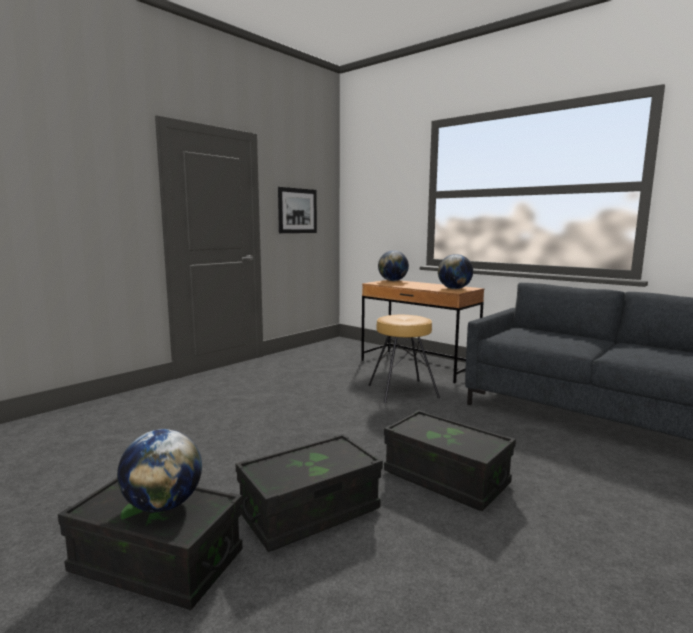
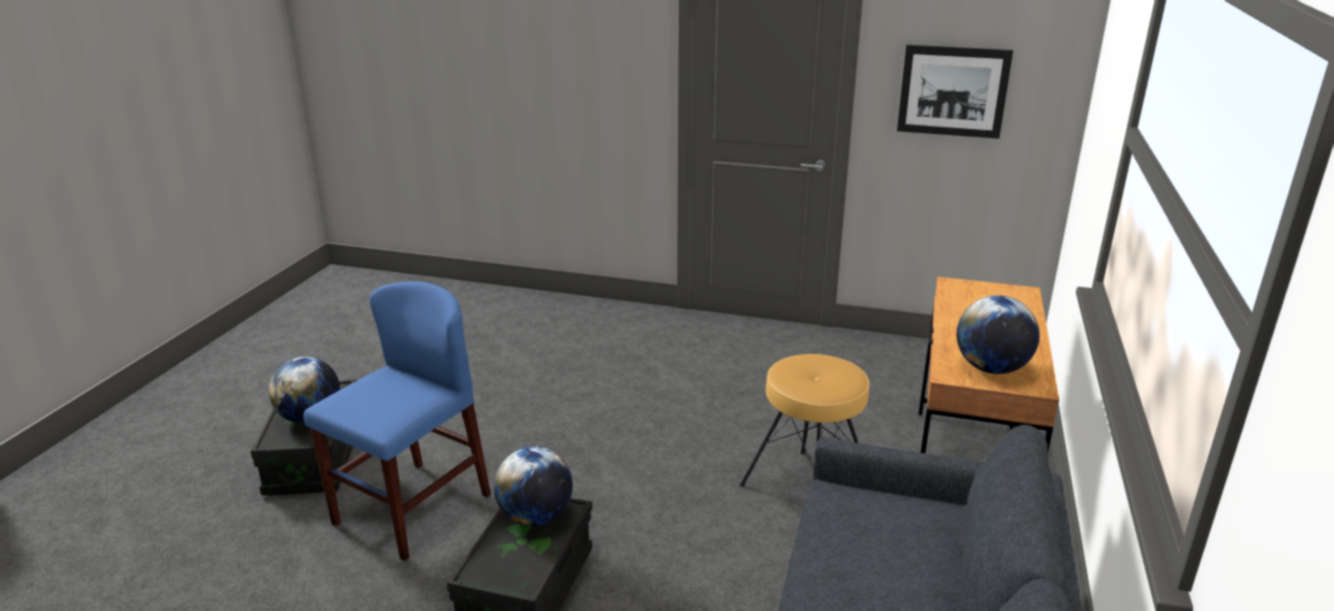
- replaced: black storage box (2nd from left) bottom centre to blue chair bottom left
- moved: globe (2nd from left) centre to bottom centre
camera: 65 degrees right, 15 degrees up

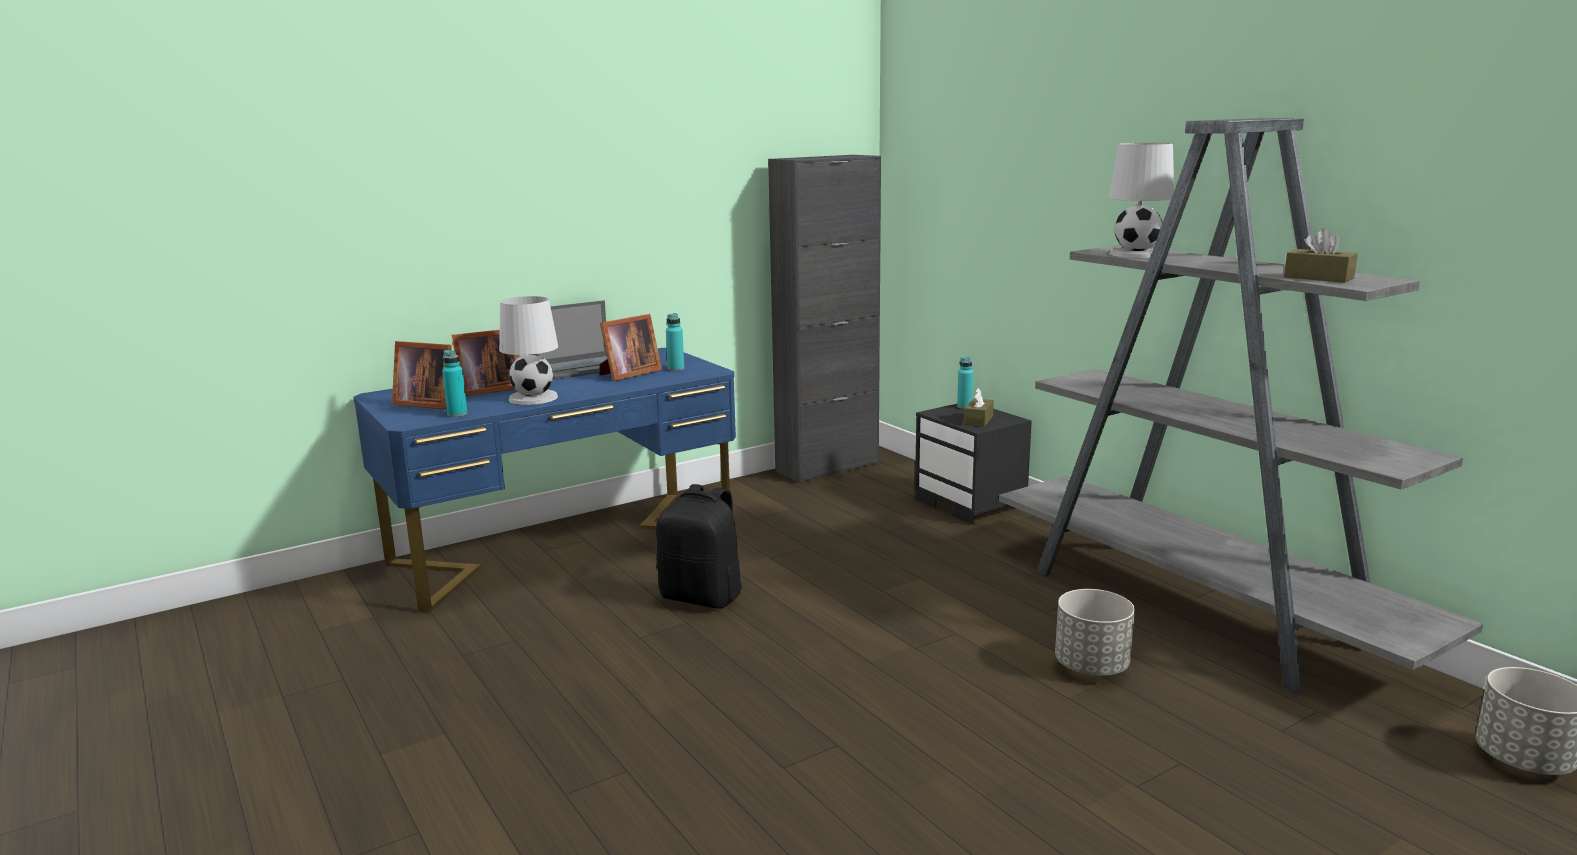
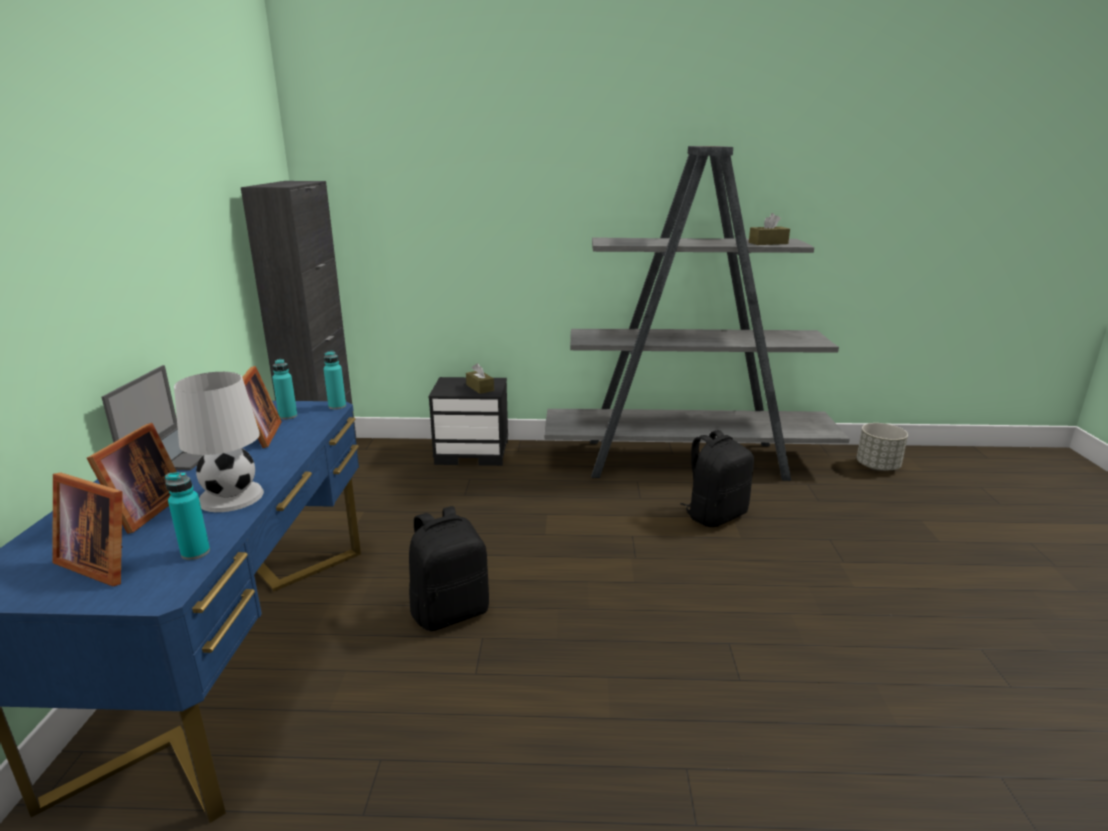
- turned: picture frame (1st from left) middle left = middle left 60 degrees clockwise
- moved: turquoise bottle (3rd from left) centre to middle left
- replaced: grey planter (1st from left) bottom right to black backpack (2nd from left) centre
- removed: white table lamp (2nd from left) top right
camera: 55 degrees left, 5 degrees up

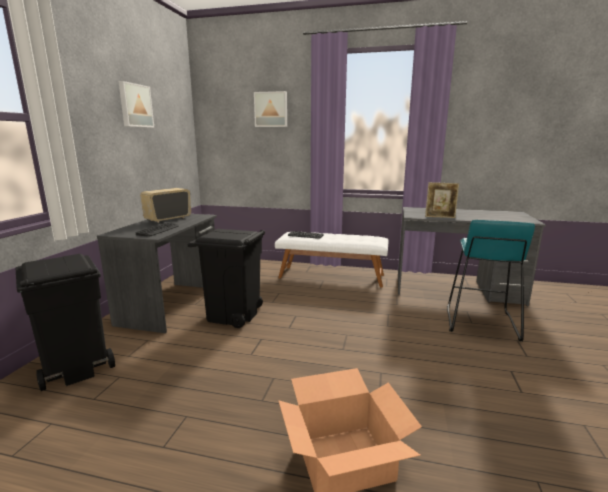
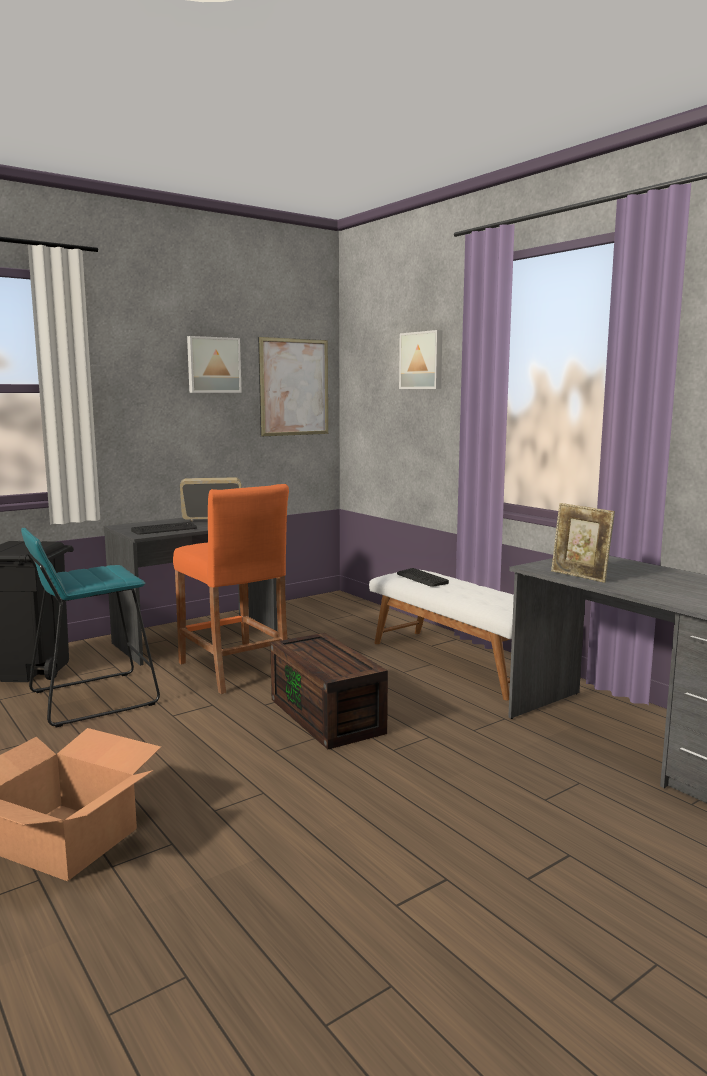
- replaced: black trash can (2nd from left) centre to orange stool middle left
- moved: turquoise stool middle right to middle left
- added: picture (2nd from left) centre
- added: brown storage box centre
camera: 40 degrees right, 5 degrees down

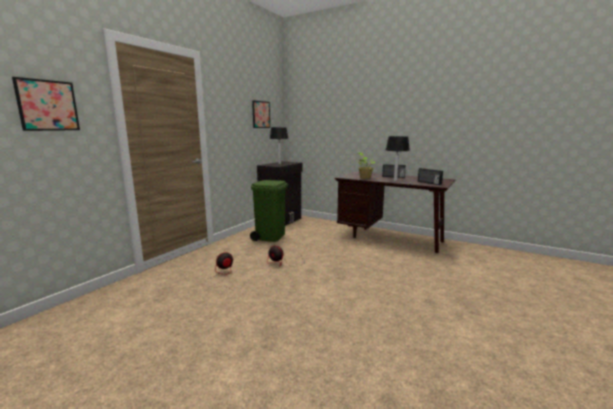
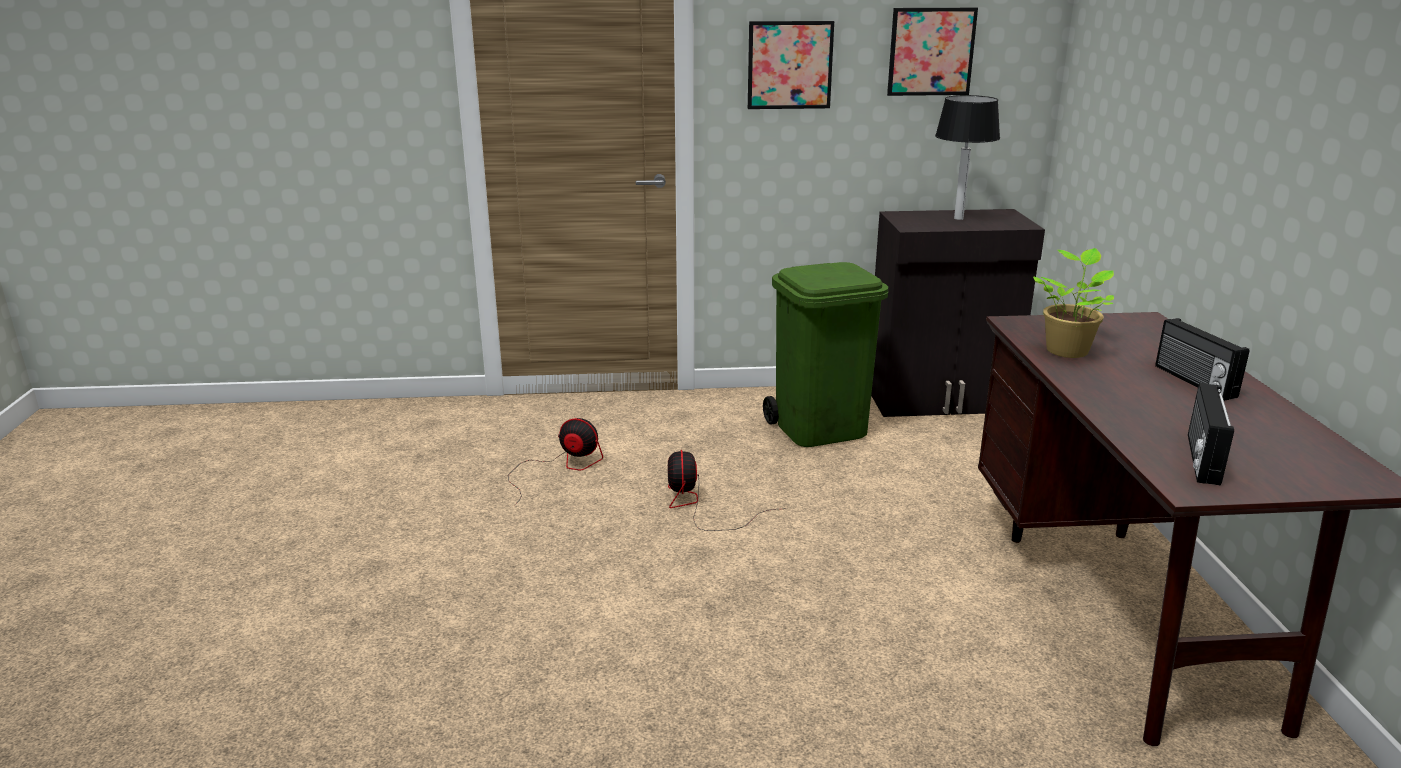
- moved: picture (1st from left) top left to top centre
- removed: table lamp (2nd from left) centre
camera: 55 degrees right, 10 degrees up

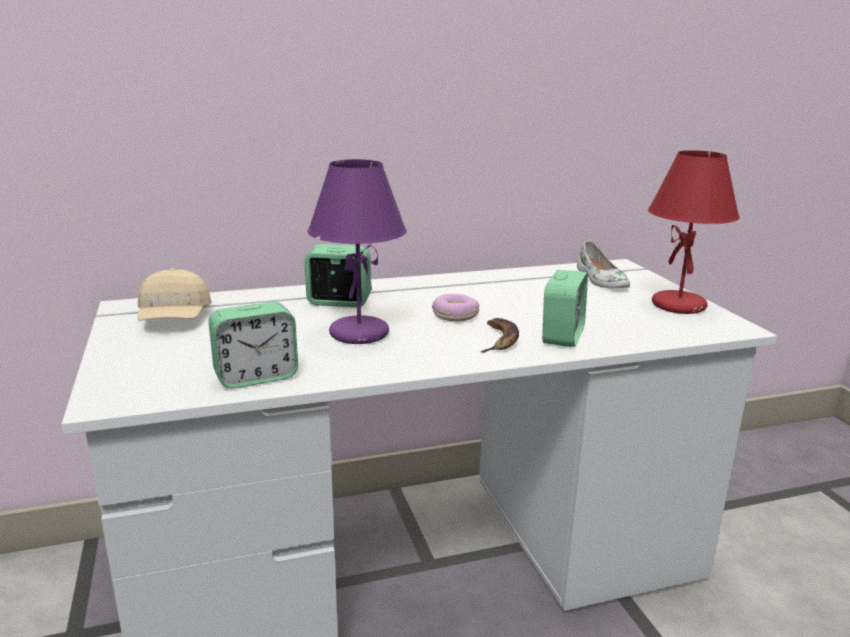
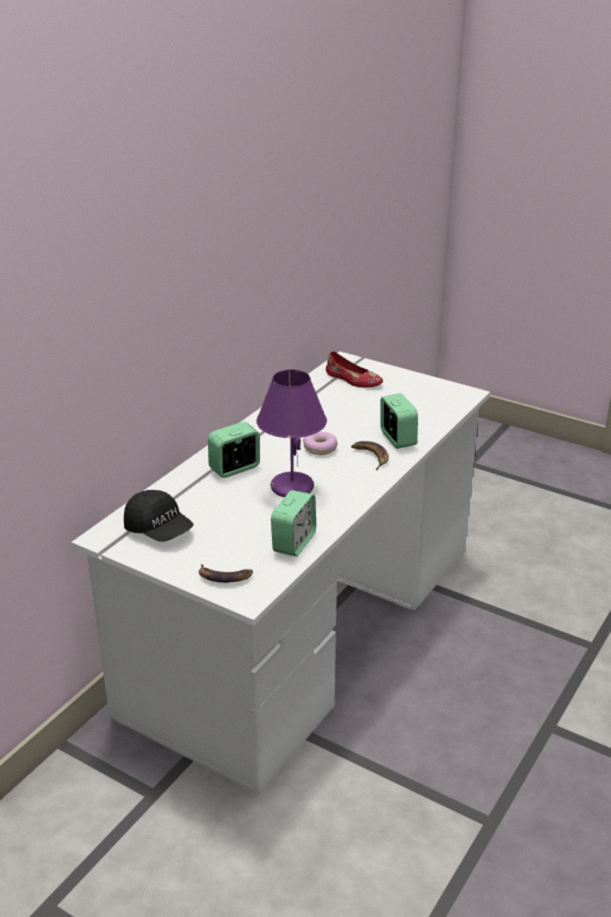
- recoloured: beige cap middle left to black cap middle left
- recoloured: white shoe middle right to red shoe centre
- removed: red table lamp middle right
- added: banana (1st from left) centre
camera: 40 degrees left, 10 degrees up

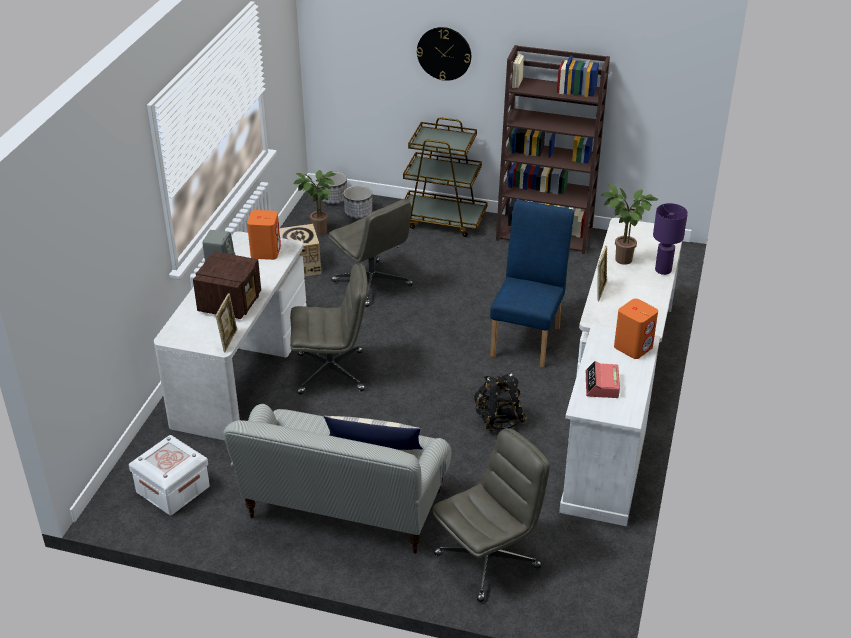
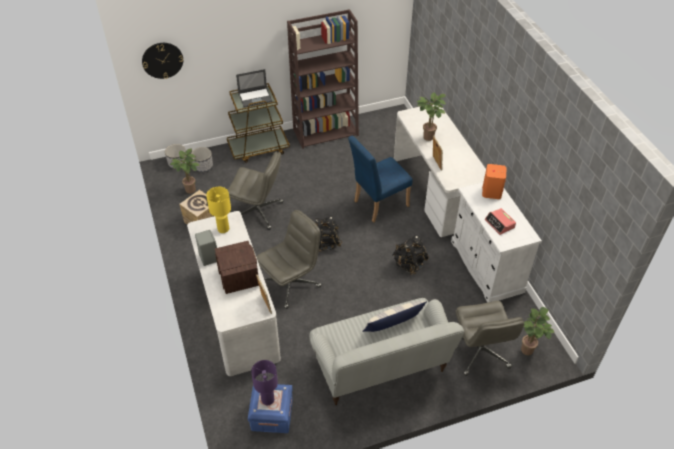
- recoloured: white storage box bottom left to blue storage box bottom centre
- replaced: orange speaker (1st from left) middle left to yellow table lamp middle left
- moved: wall clock top centre to top left
- turned: grey office chair (3rd from left) bottom centre = bottom right 150 degrees clockwise
- turned: blue chair centre = centre 105 degrees counterclockwise
- moved: purple table lamp middle right to bottom centre
- added: laptop top centre
- added: black backpack (1st from left) centre
- added: potted plant (3rd from left) bottom right
camera: 35 degrees left, 10 degrees up

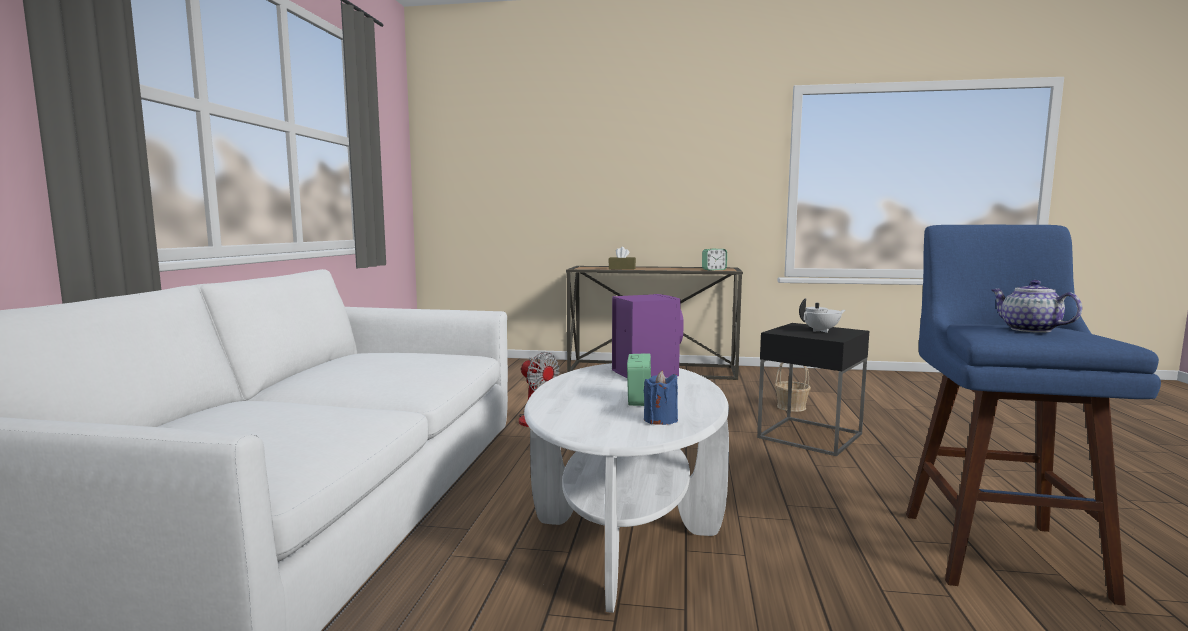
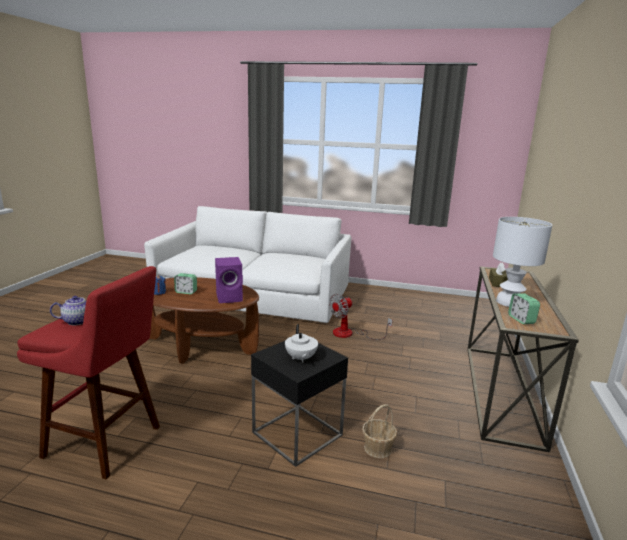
- recoloured: white coffee table bottom centre to brown coffee table middle left
- recoloured: blue stool middle right to red stool bottom left
- added: white table lamp middle right
camera: 95 degrees right, 10 degrees up

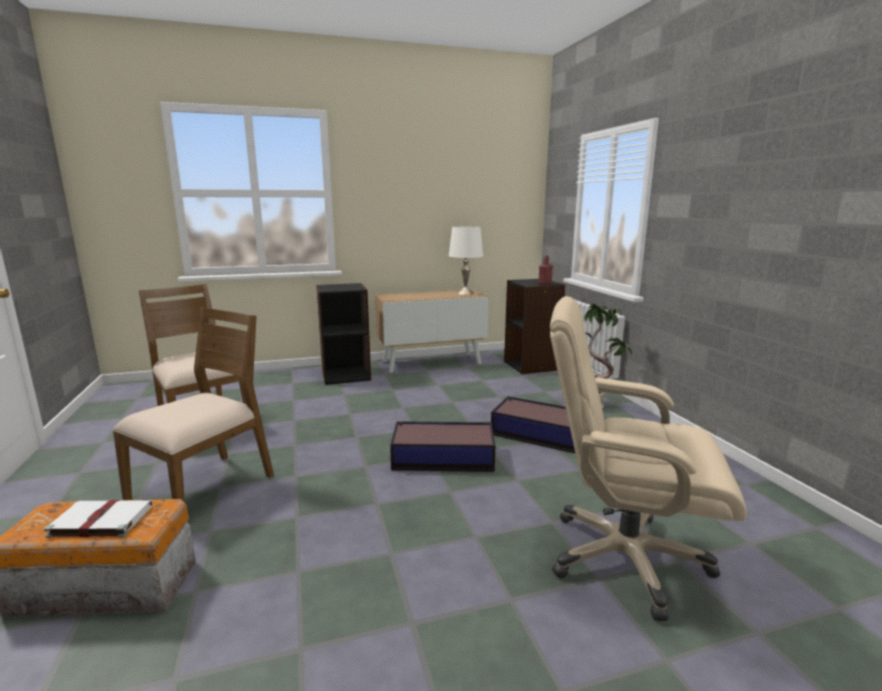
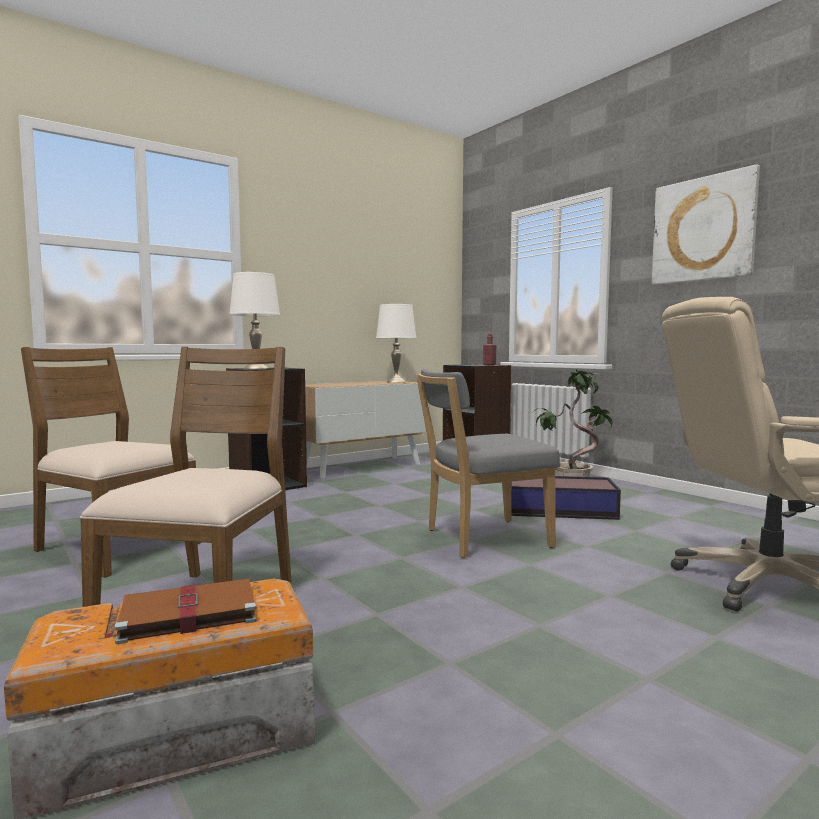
- recoloured: white book bottom left to brown book bottom left
- replaced: storage box (2nd from left) centre to grey chair centre
- added: white table lamp (1st from left) middle left
- added: picture top right
camera: 20 degrees left, 10 degrees down

